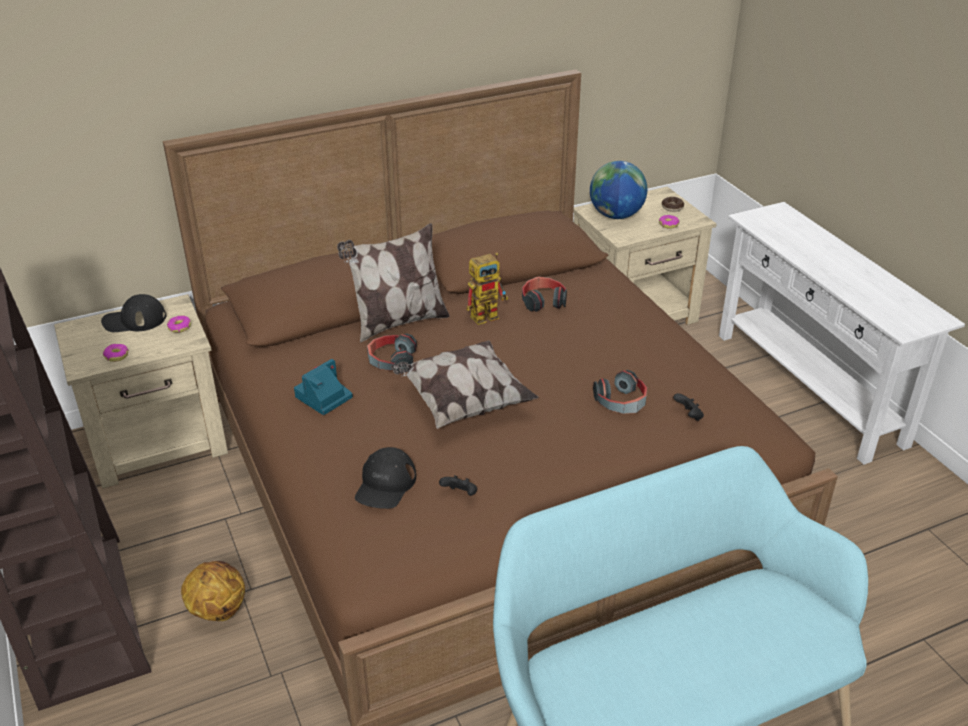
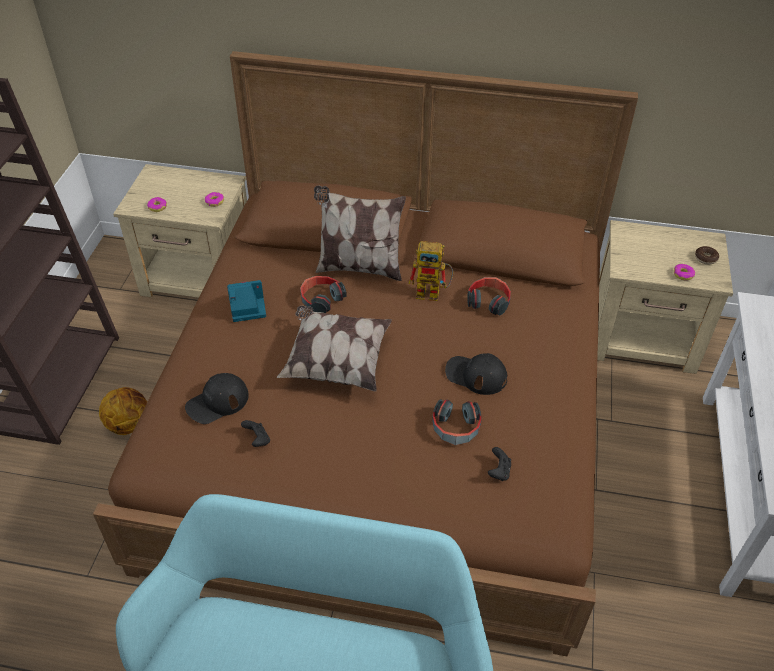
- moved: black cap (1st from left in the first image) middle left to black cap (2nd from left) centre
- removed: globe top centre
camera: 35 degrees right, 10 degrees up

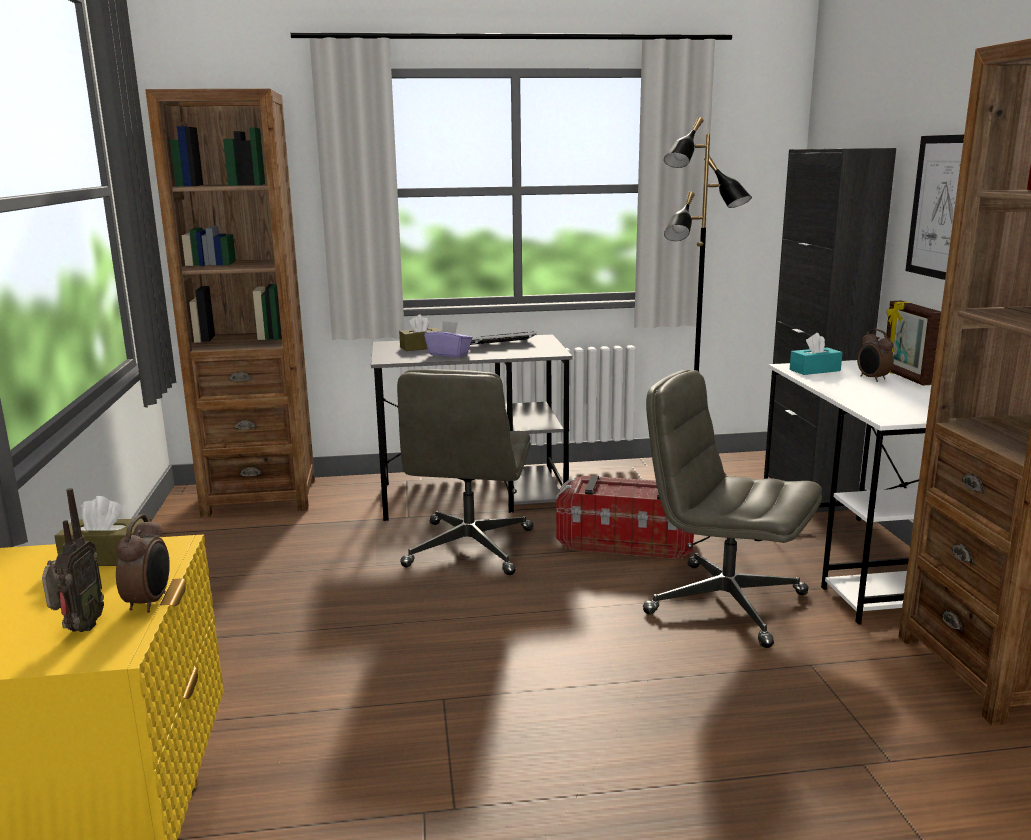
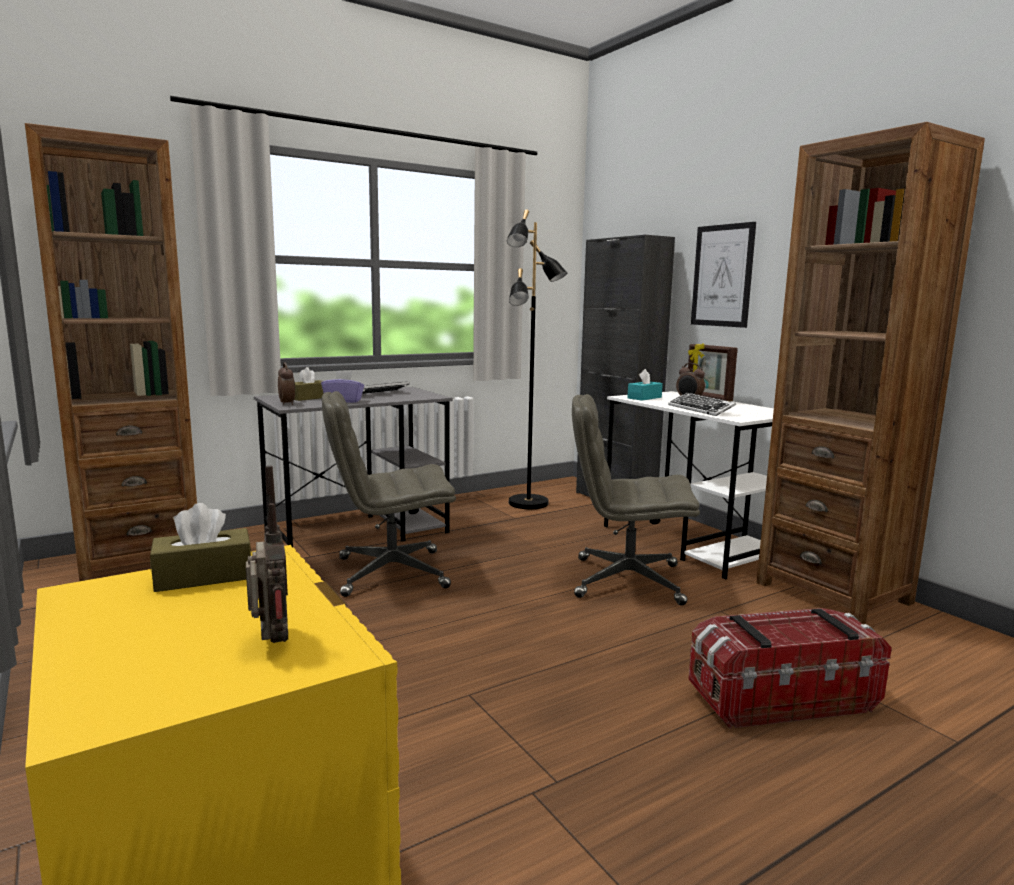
- moved: alarm clock (1st from left) bottom left to middle left
- turned: grey office chair (1st from left) centre = centre 90 degrees clockwise
- moved: storage box centre to bottom right
- added: keyboard (2nd from left) middle right
camera: 25 degrees left, 5 degrees down

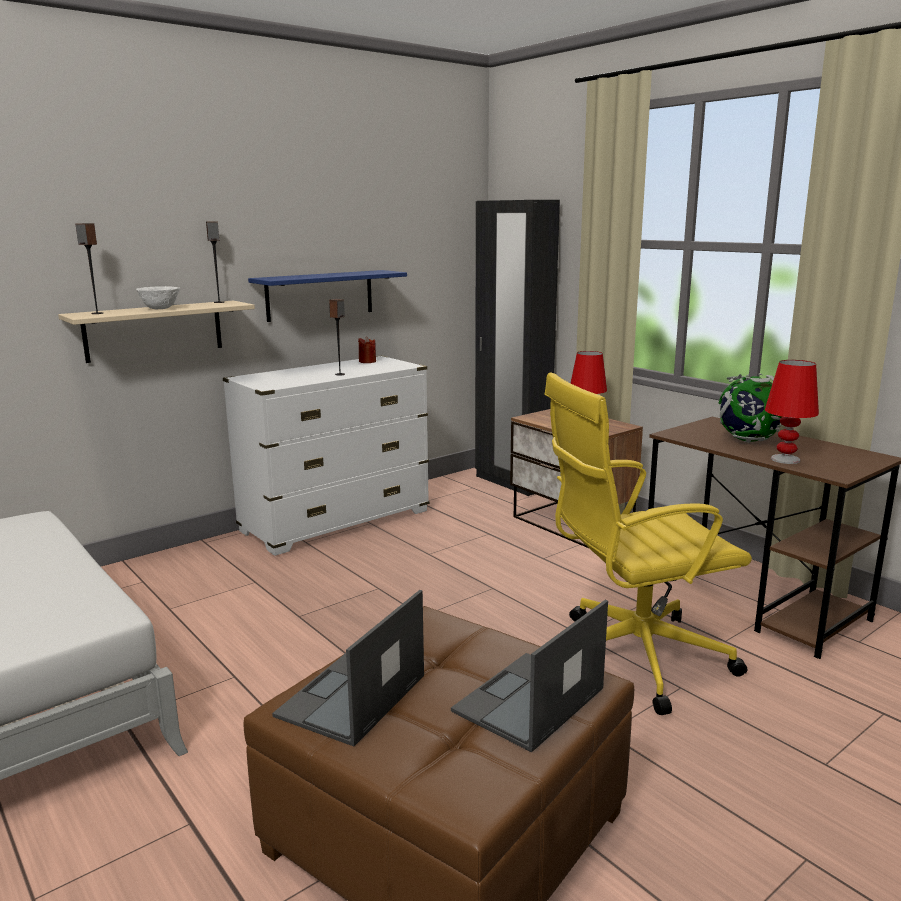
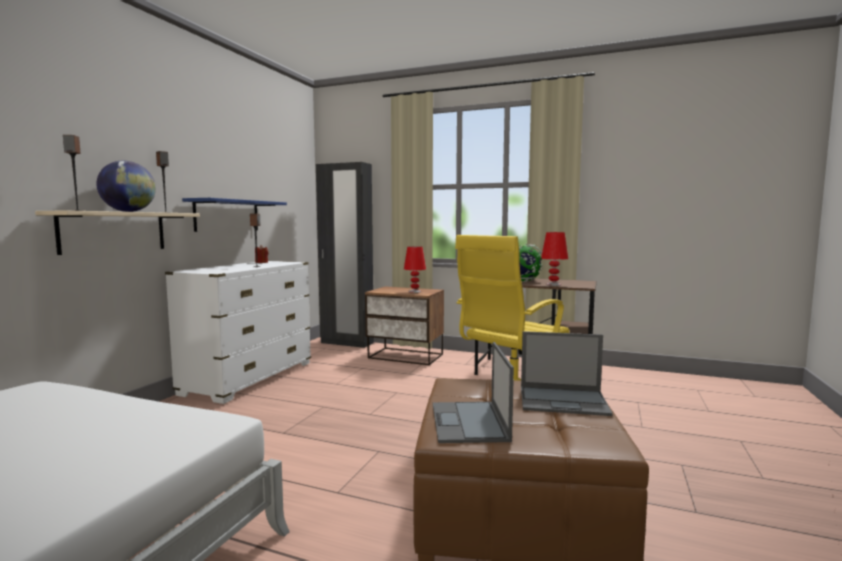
- replaced: white bowl top left to globe (1st from left) top left
- turned: laptop (2nd from left) bottom centre = middle right 90 degrees counterclockwise
camera: 30 degrees left, 10 degrees down

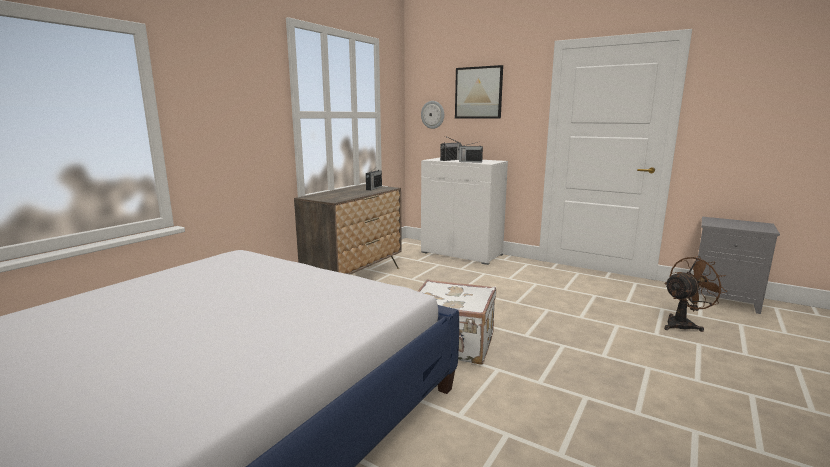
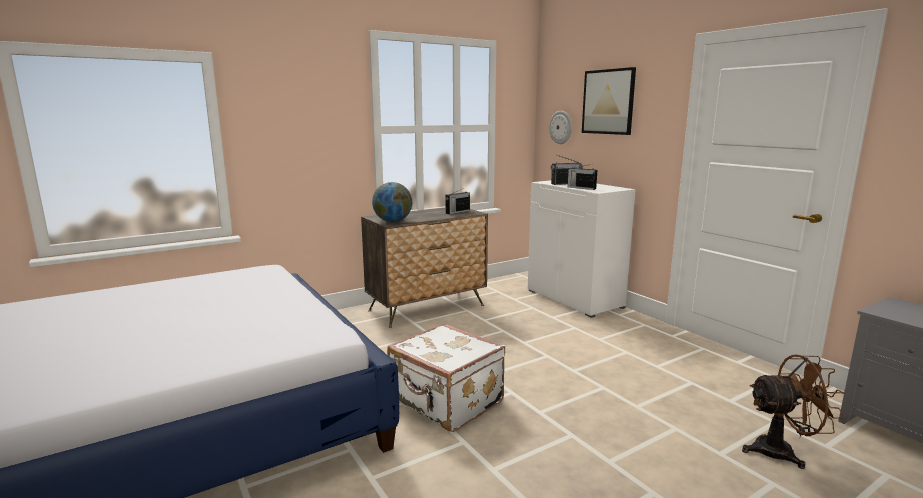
- added: globe centre
camera: 25 degrees right, 0 degrees up

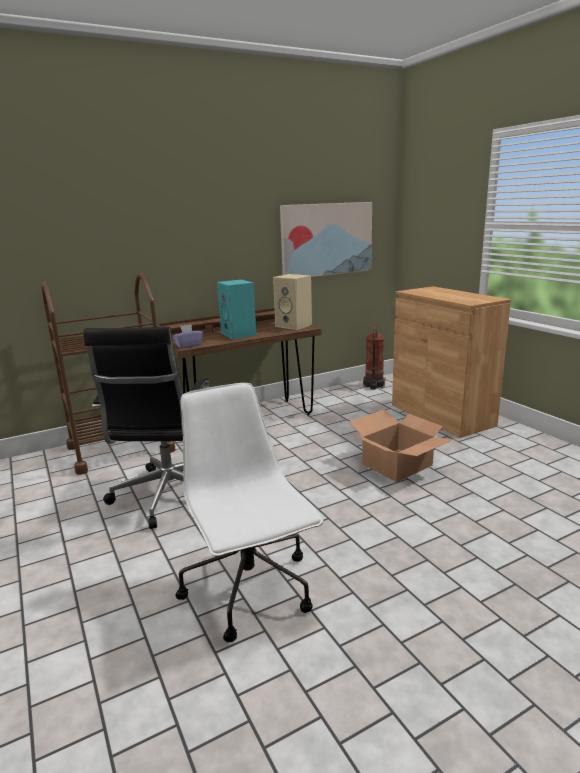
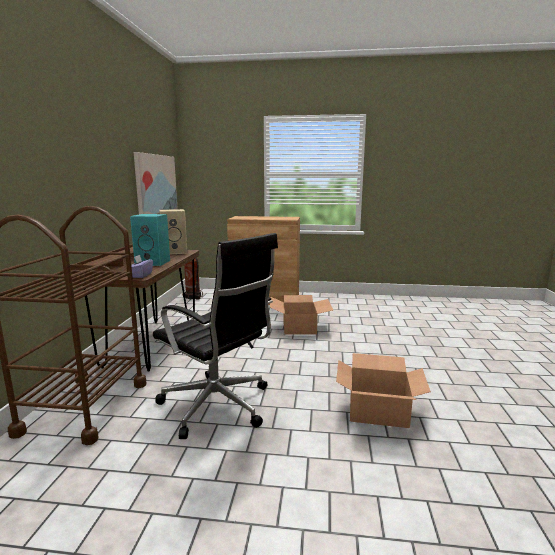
- replaced: white office chair centre to cardboard box (2nd from left) bottom right
camera: 55 degrees left, 5 degrees down

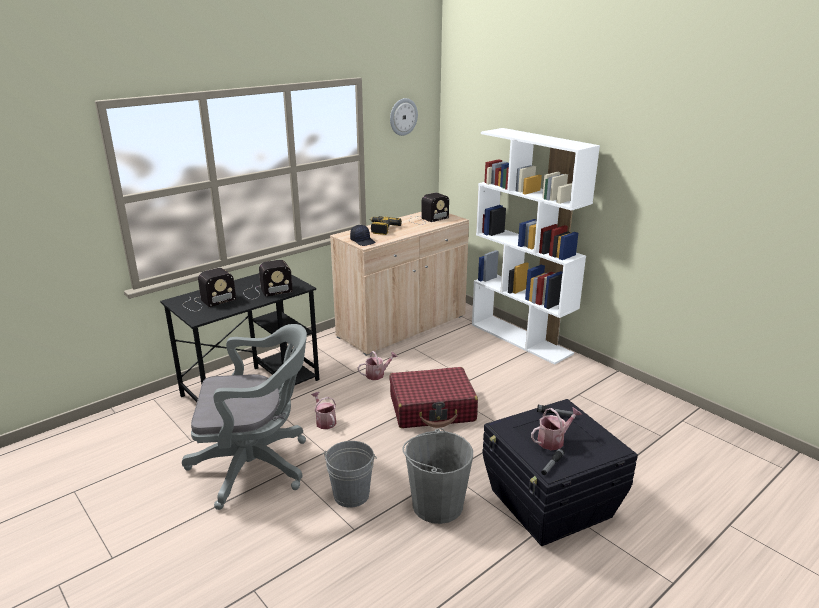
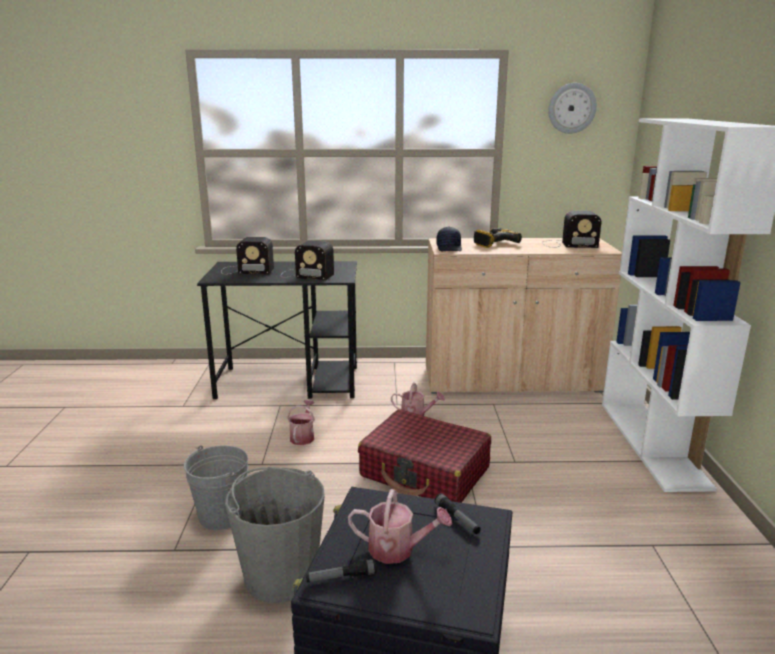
- removed: grey office chair bottom left
camera: 40 degrees right, 5 degrees down

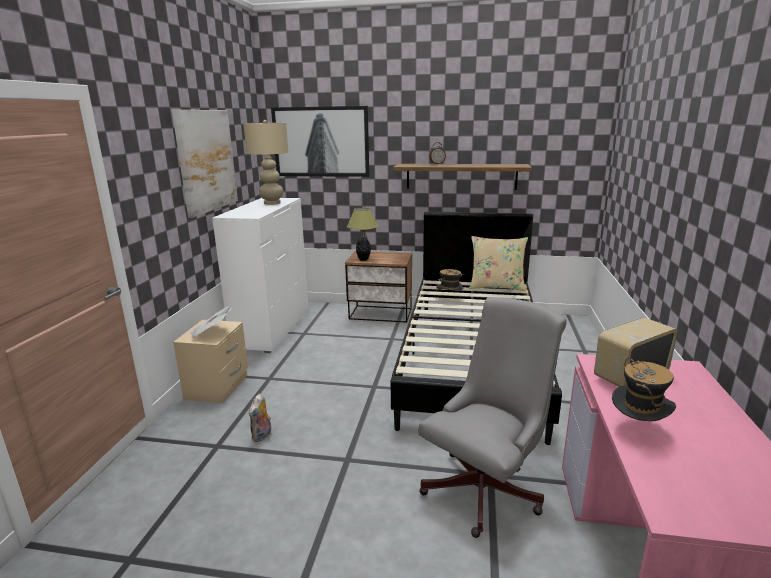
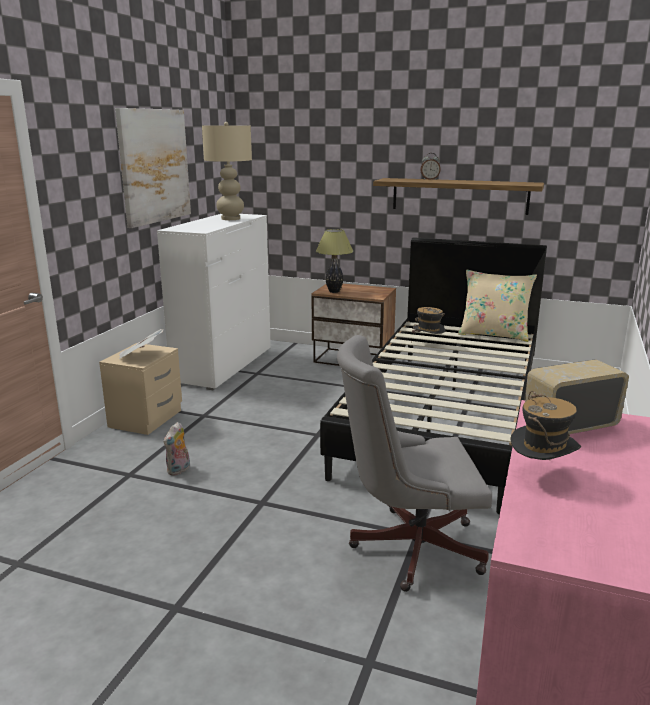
- removed: picture (2nd from left) top centre
- turned: grey office chair bottom centre = centre 150 degrees counterclockwise
camera: 10 degrees right, 0 degrees up

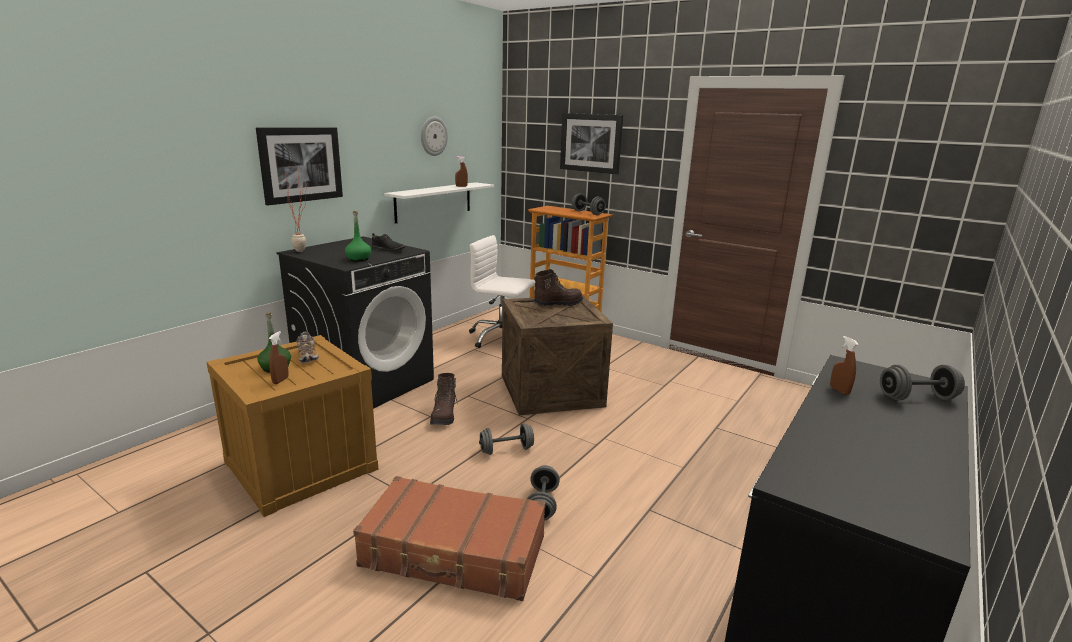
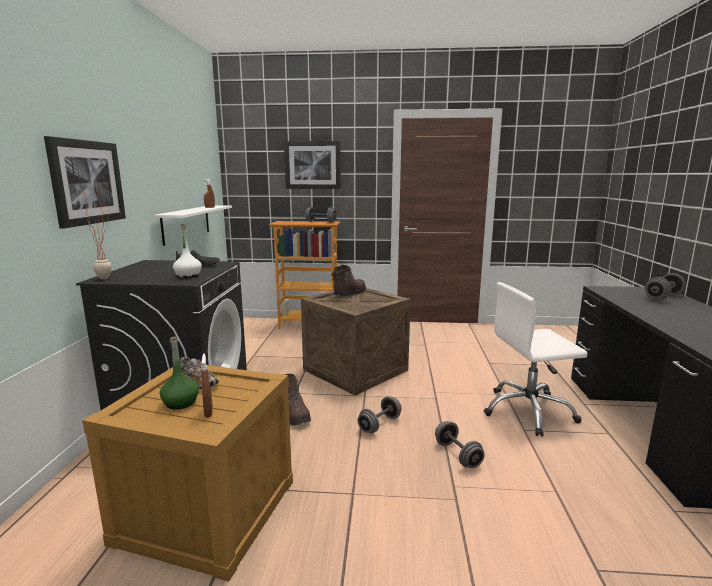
- recoloured: green bottle (2nd from left) centre to white bottle middle left
- removed: brown suitcase bottom centre
- removed: wall clock top centre
- moved: white office chair centre to middle right
- removed: brown spray bottle (3rd from left) middle right
camera: 30 degrees left, 5 degrees down

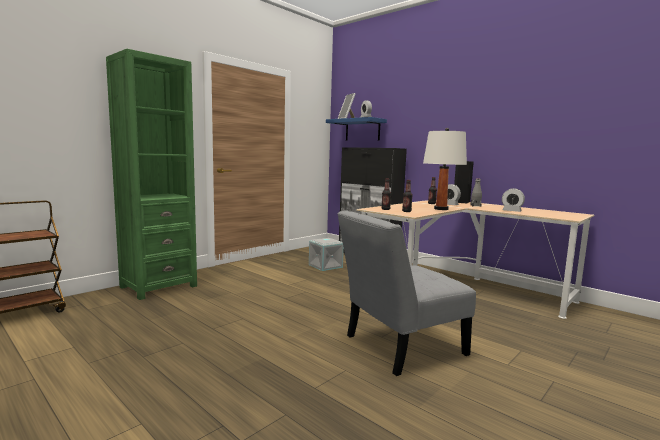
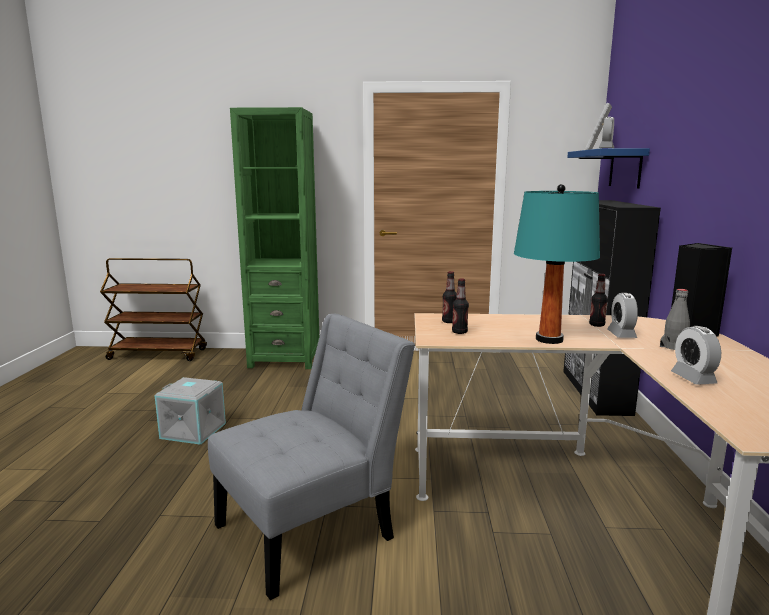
- moved: grey storage box centre to bottom left
- turned: grey chair centre = bottom centre 120 degrees clockwise
- recoloured: white table lamp middle right to turquoise table lamp middle right
camera: 50 degrees right, 5 degrees up

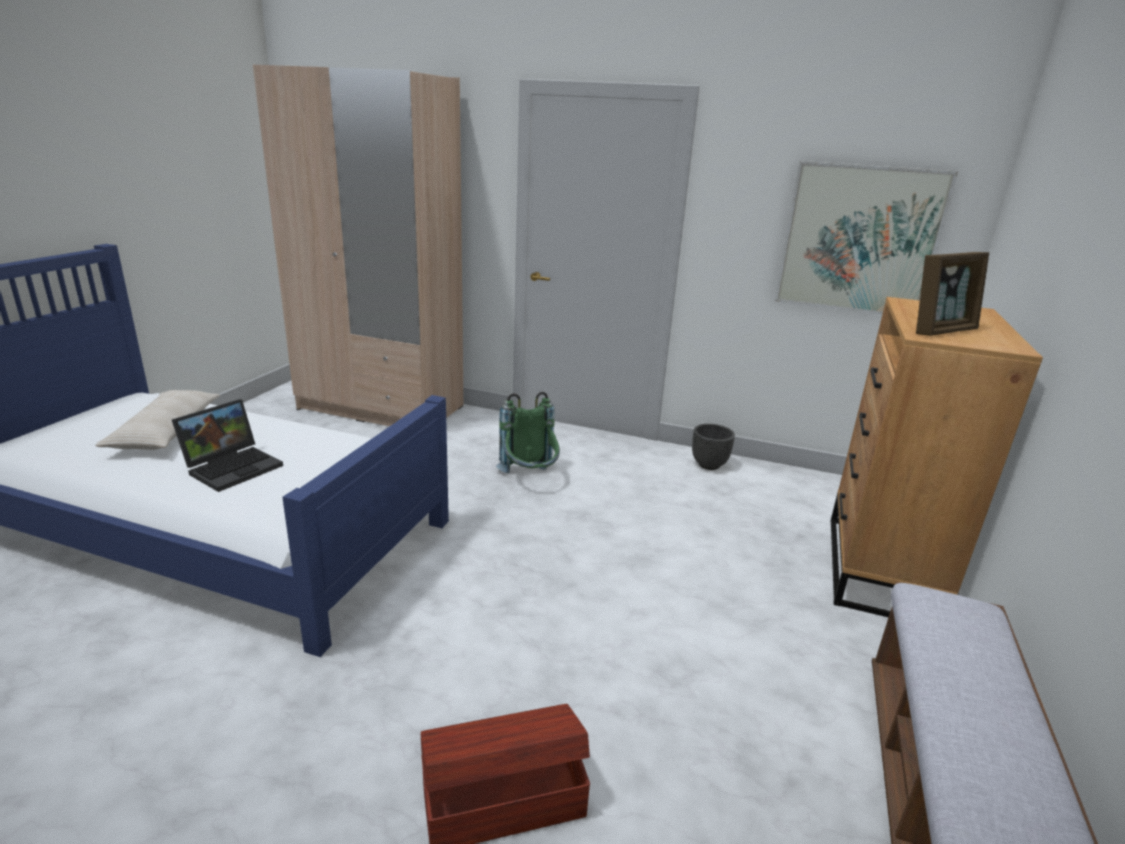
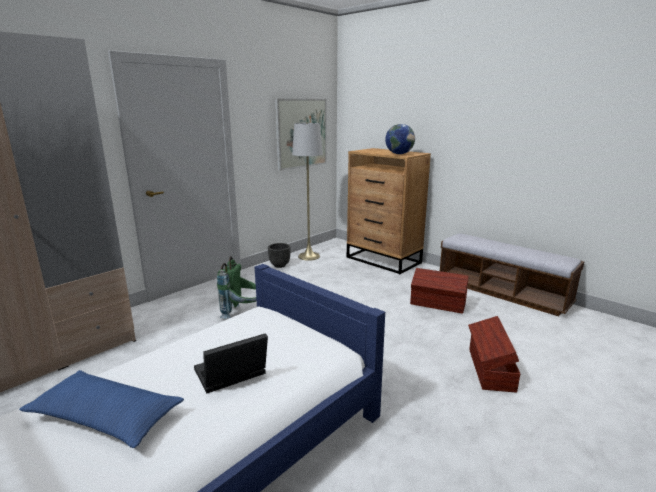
- recoloured: beige pillow middle left to blue pillow bottom left
- turned: laptop middle left = bottom centre 90 degrees counterclockwise
- replaced: picture frame middle right to globe top centre
- added: grey floor lamp centre
- added: brown storage box (1st from left) middle right
camera: 65 degrees left, 5 degrees down

